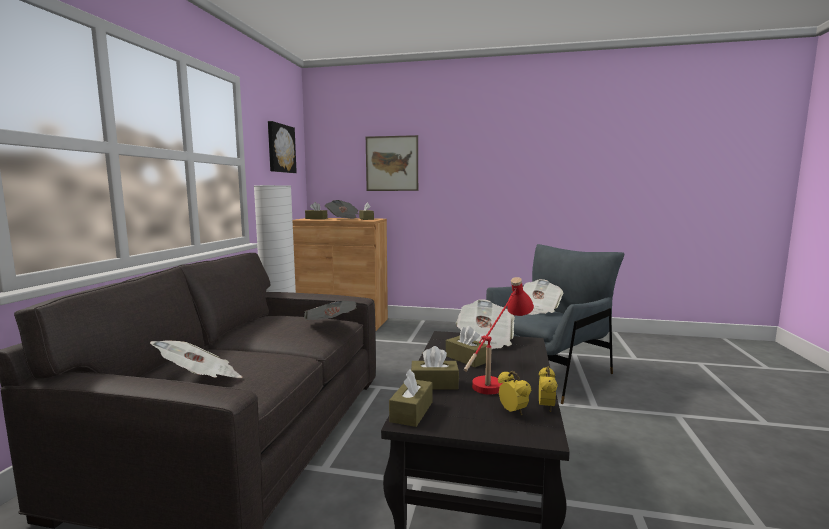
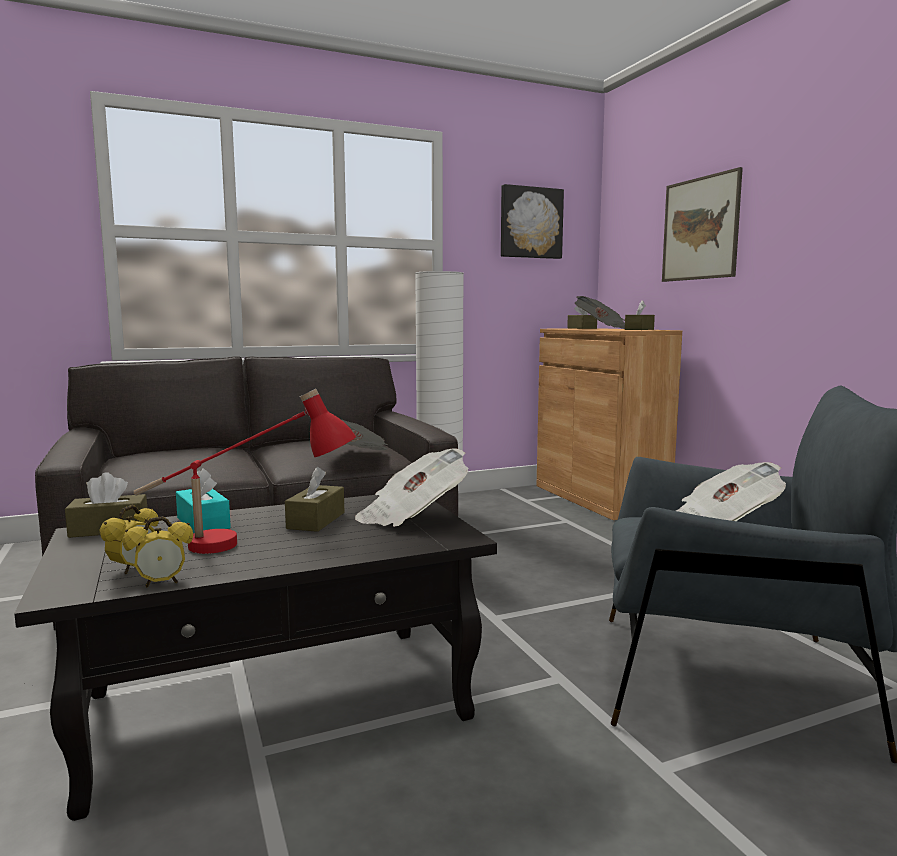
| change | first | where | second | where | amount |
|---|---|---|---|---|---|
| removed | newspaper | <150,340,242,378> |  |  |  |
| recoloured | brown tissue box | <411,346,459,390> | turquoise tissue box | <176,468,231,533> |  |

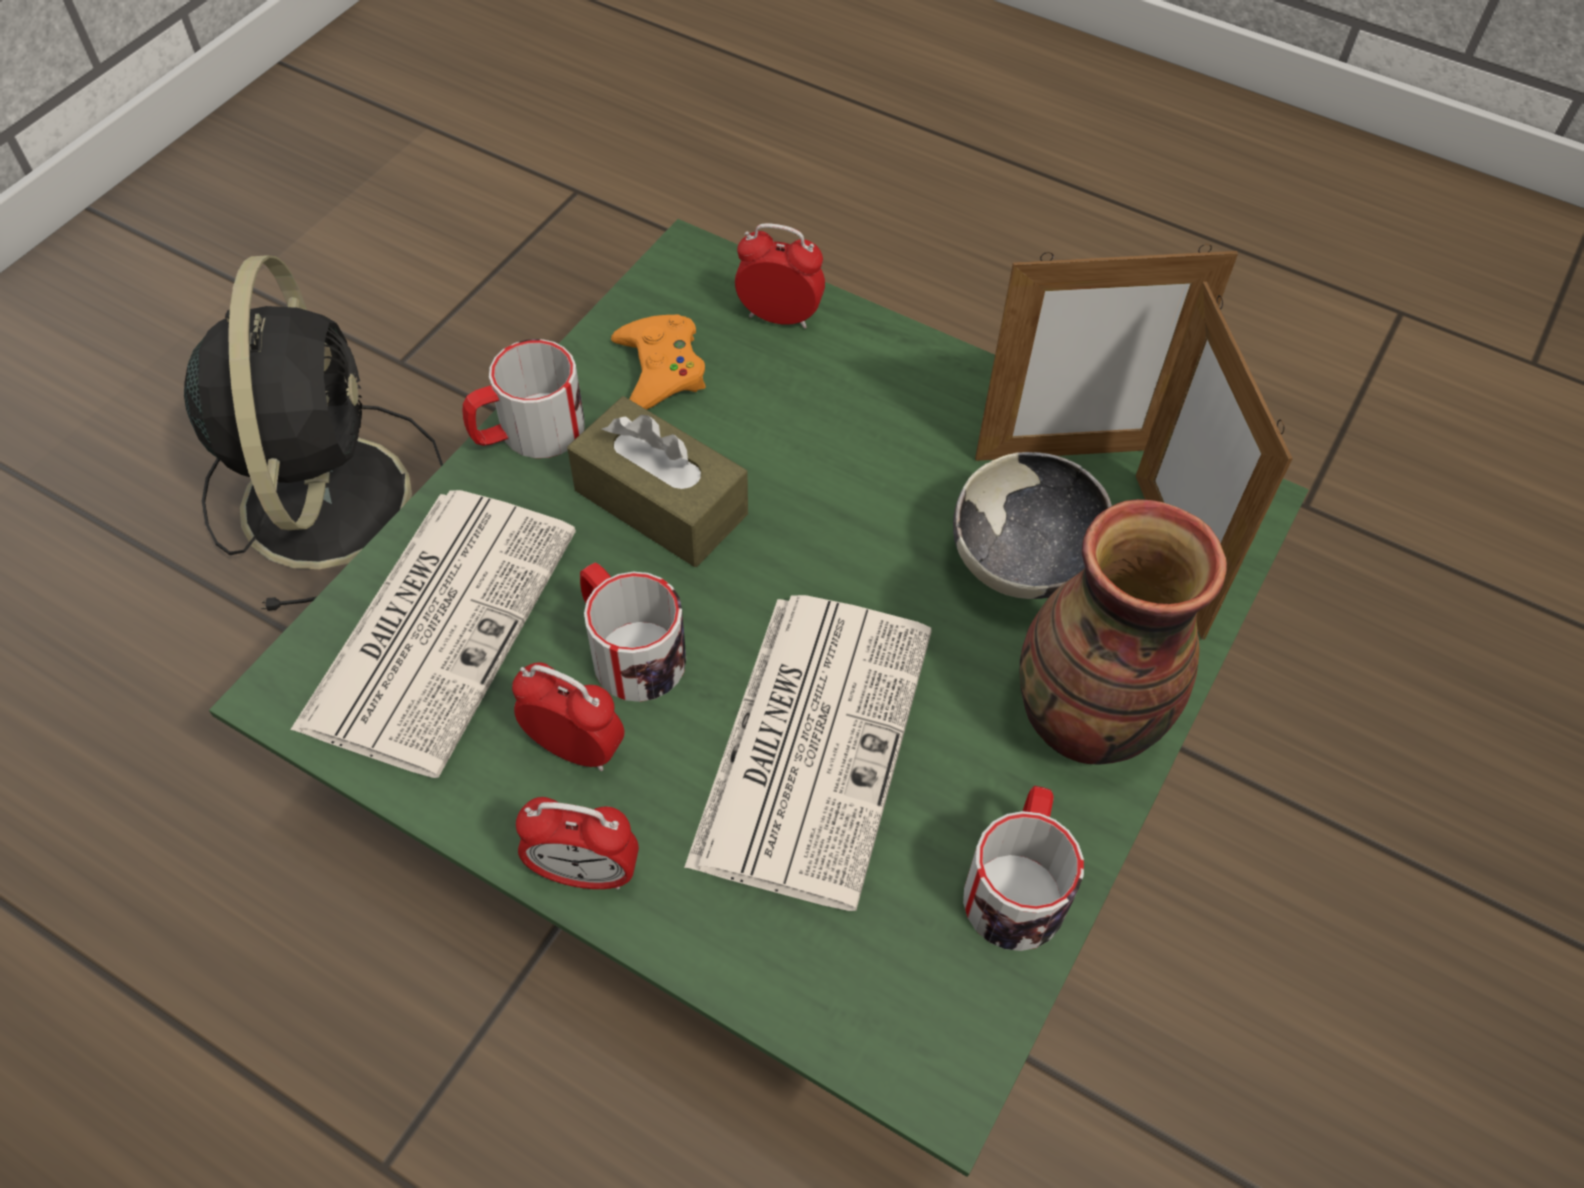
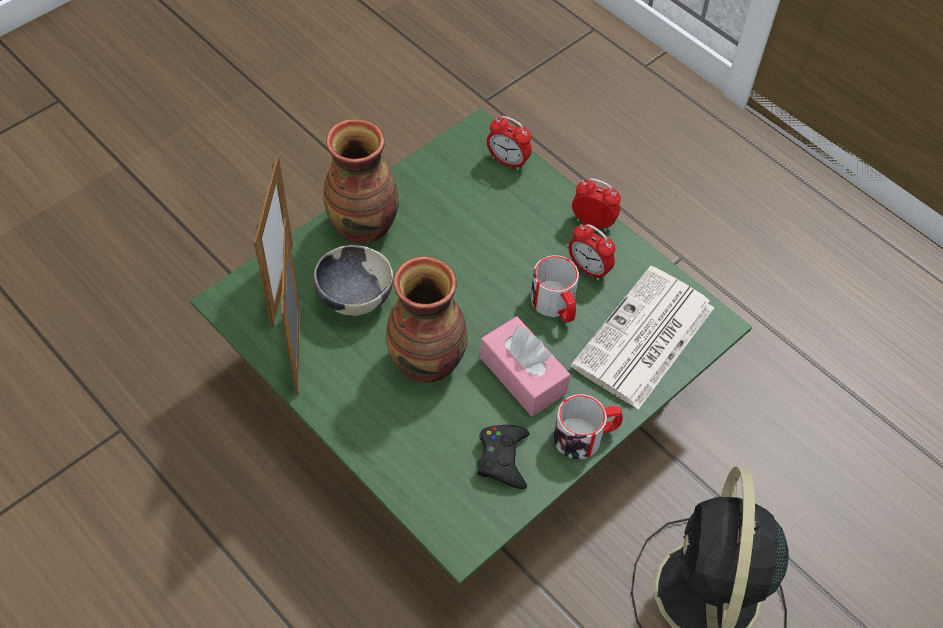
| change | first | where | second | where | amount |
|---|---|---|---|---|---|
| recoloured | brown tissue box | <567,396,748,567> | pink tissue box | <480,316,570,416> |  |
| recoloured | orange game controller | <611,314,706,410> | black game controller | <477,425,530,489> |  |
| removed | newspaper | <684,595,932,911> |  |  |  |
| moved | alarm clock | <735,223,825,329> |  | <487,116,532,170> |  |
| removed | mug | <963,786,1084,951> |  |  |  |
| turned | picture frame | <975,244,1238,461> |  | <281,218,300,395> | 105 degrees counterclockwise |
| added |  |  | vase | <386,257,468,383> |  |

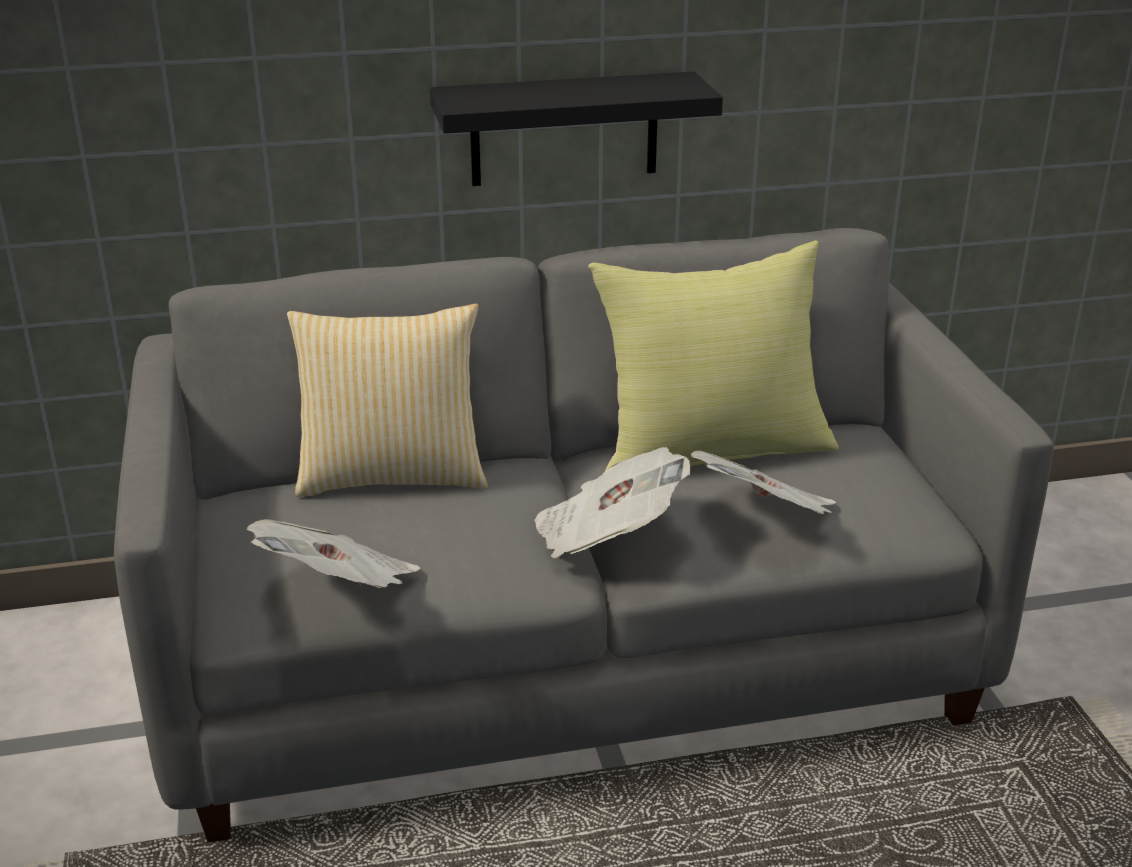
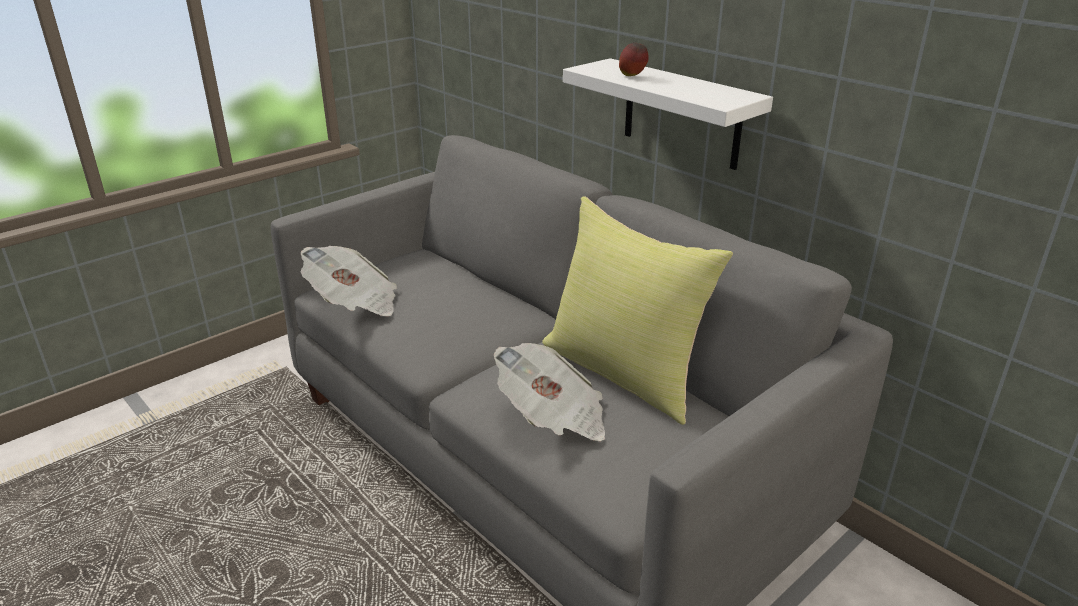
| change | first | where | second | where | amount |
|---|---|---|---|---|---|
| removed | pillow | <287,304,488,497> |  |  |  |
| recoloured | black shelf | <430,72,723,186> | white shelf | <563,58,773,170> |  |
| removed | newspaper | <534,447,691,559> |  |  |  |
| added |  |  | apple | <619,42,648,76> |  |

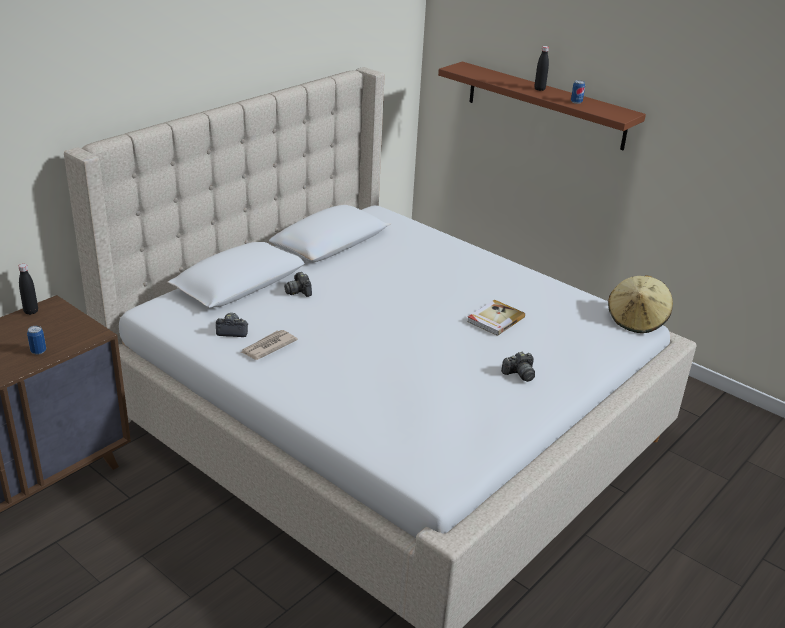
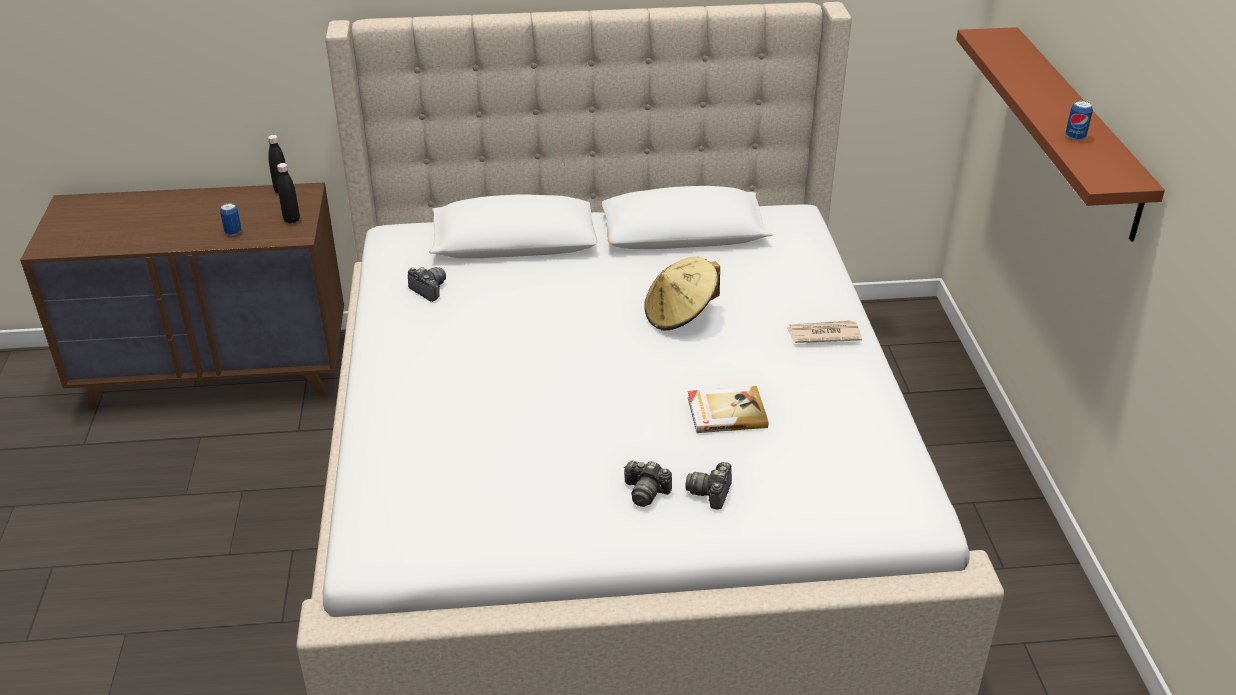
| change | first | where | second | where | amount |
|---|---|---|---|---|---|
| moved | newspaper | <241,330,298,360> |  | <787,320,862,343> |  |
| moved | photo camera | <284,272,312,297> |  | <685,462,732,510> |  |
| moved | black bottle | <534,46,549,91> |  | <277,163,300,223> |  |
| moved | beige hat | <608,275,673,333> |  | <644,257,720,330> |  |

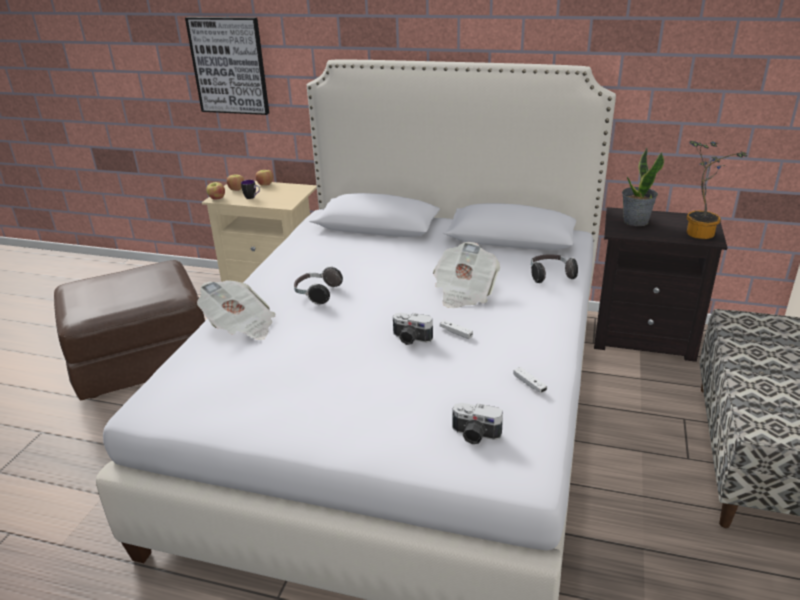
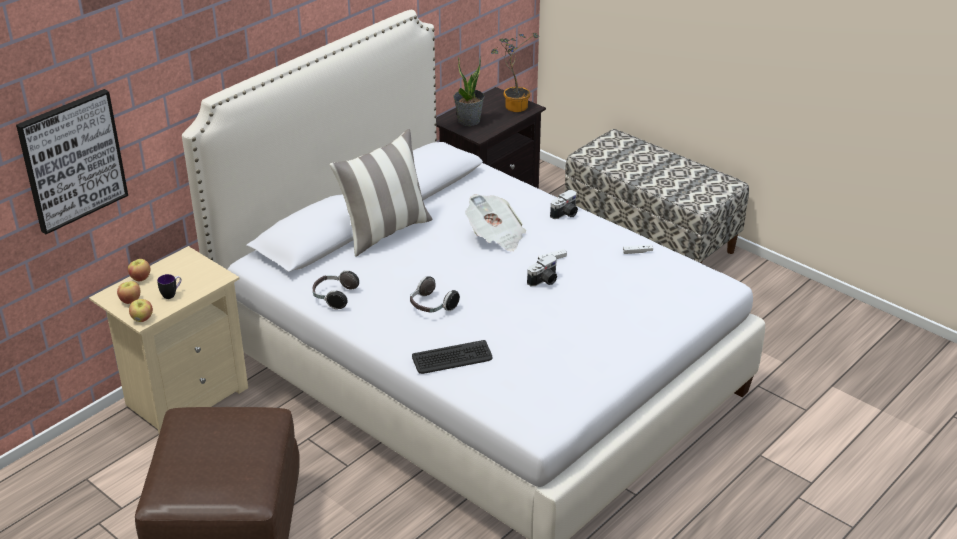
| change | first | where | second | where | amount |
|---|---|---|---|---|---|
| replaced | newspaper | <197,280,275,340> | keyboard | <412,340,492,374> |  |
| moved | photo camera | <452,403,503,444> |  | <550,190,578,219> |  |
| moved | headphones | <531,254,578,283> |  | <313,270,359,310> |  |
| added |  |  | pillow | <330,129,433,257> |  |

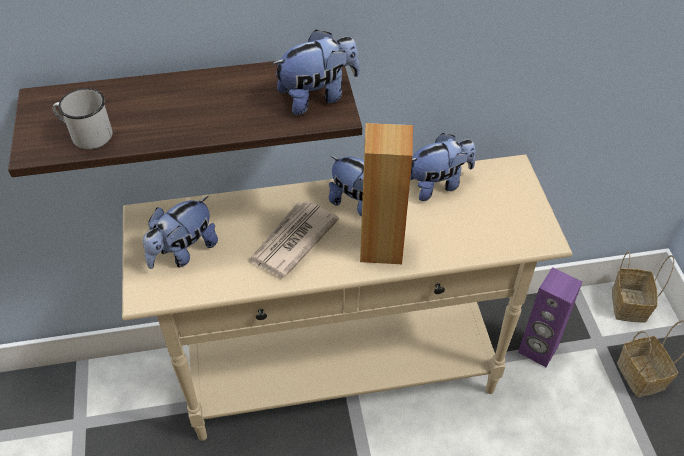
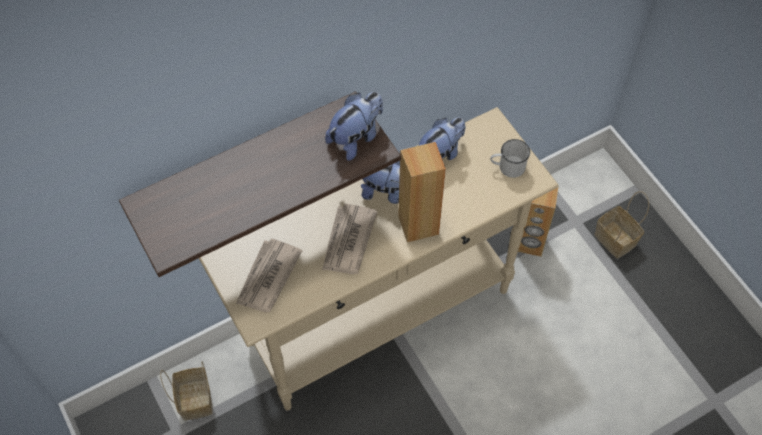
| change | first | where | second | where | amount |
|---|---|---|---|---|---|
| moved | white mug | <52,88,112,149> |  | <490,139,530,178> |  |
| replaced | plush toy | <143,196,218,269> | newspaper | <236,239,302,312> |  |
| recoloured | purple speaker | <518,267,582,367> | brown speaker | <518,188,558,257> |  |
| moved | basket | <612,251,674,323> |  | <160,362,213,421> |  |

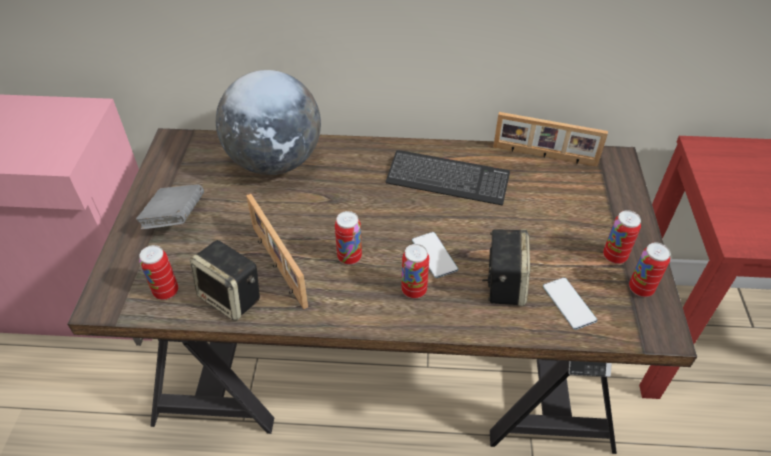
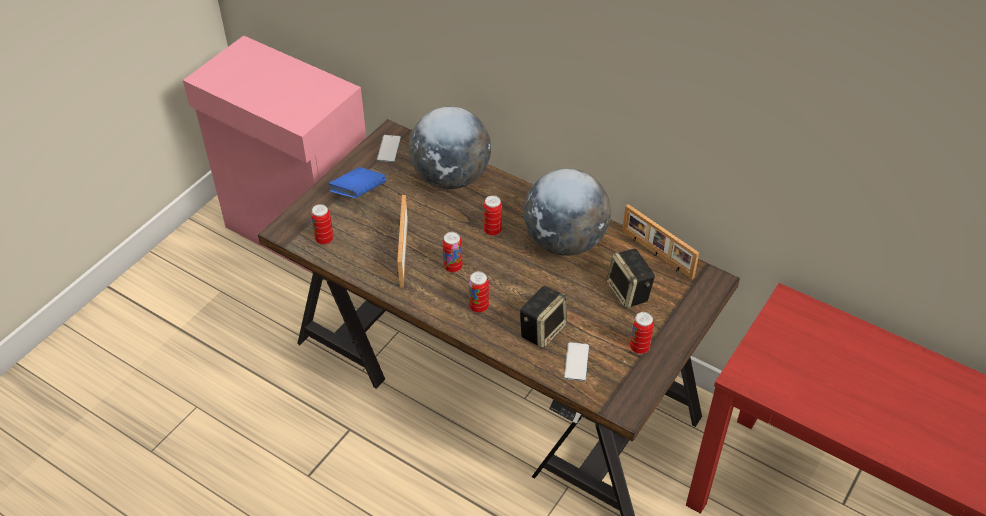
| change | first | where | second | where | amount |
|---|---|---|---|---|---|
| recoloured | grey book | <136,185,204,229> | blue book | <328,167,386,198> |  |
| moved | speaker | <190,240,260,321> |  | <606,249,655,309> |  |
| replaced | keyboard | <386,150,510,206> | globe | <524,168,611,256> |  |
| moved | phone | <412,232,458,278> |  | <377,135,401,162> |  |
| moved | can | <629,242,671,297> |  | <483,195,502,236> |  |

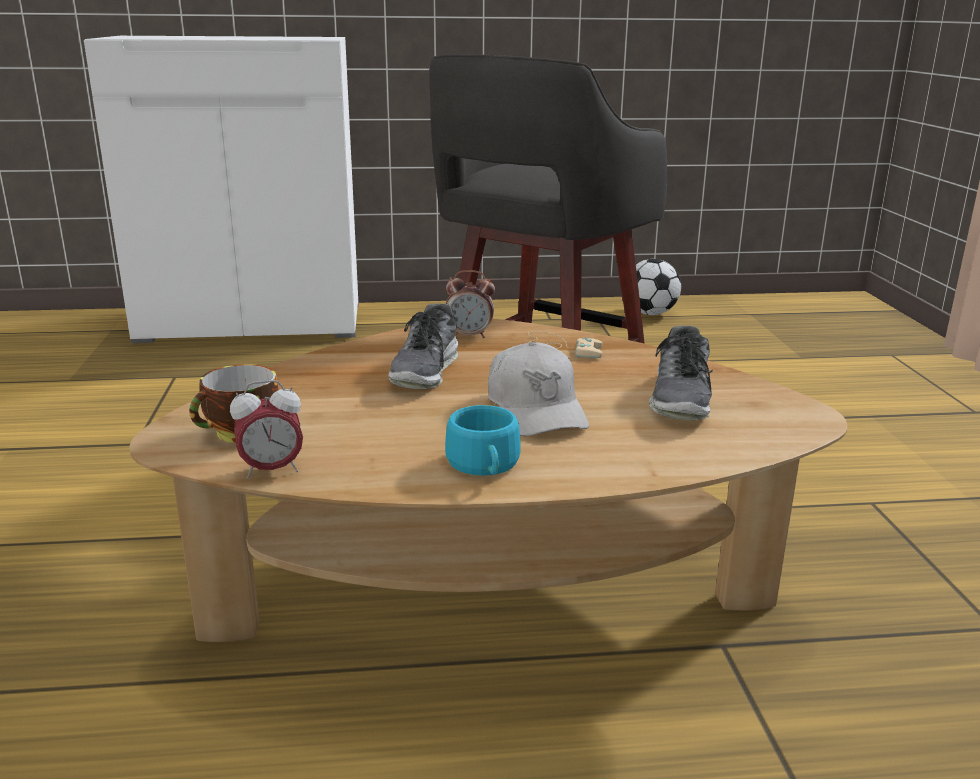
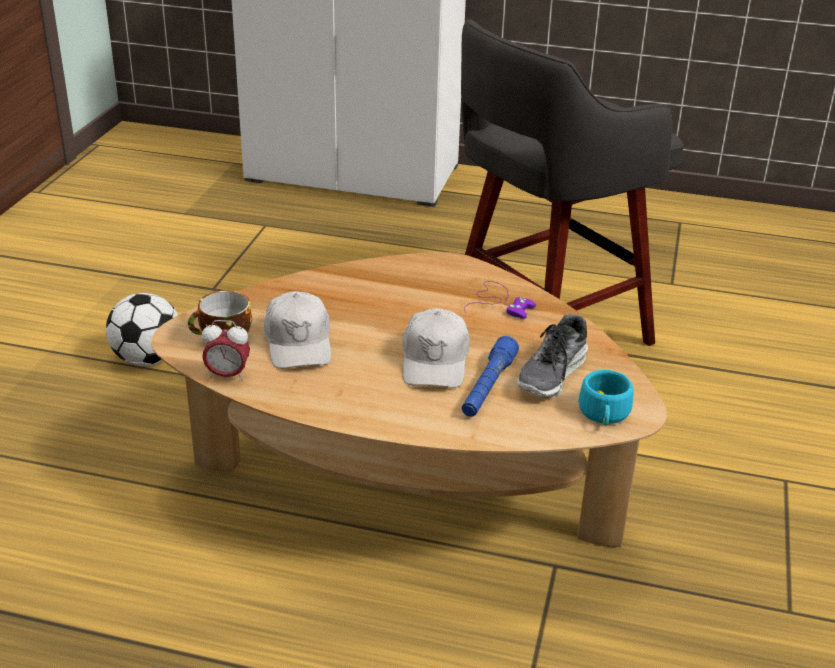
| change | first | where | second | where | amount |
|---|---|---|---|---|---|
| removed | shoe | <389,303,458,389> |  |  |  |
| moved | turquoise cup | <445,405,521,476> |  | <578,370,633,426> |  |
| removed | alarm clock | <446,270,495,338> |  |  |  |
| recoloured | beige game controller | <528,332,603,358> | purple game controller | <464,281,536,319> |  |
| moved | football | <636,259,681,315> |  | <106,293,178,366> |  |
| added |  |  | white cap | <264,291,331,369> |  |
| added |  |  | blue flashlight | <462,336,519,417> |  |

